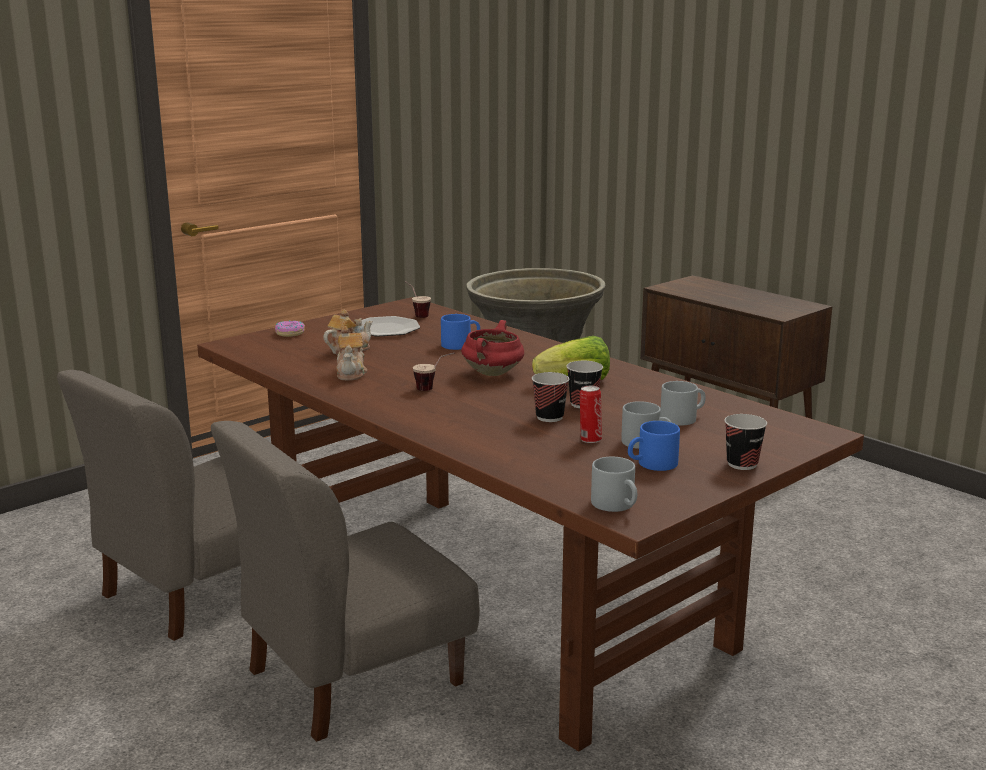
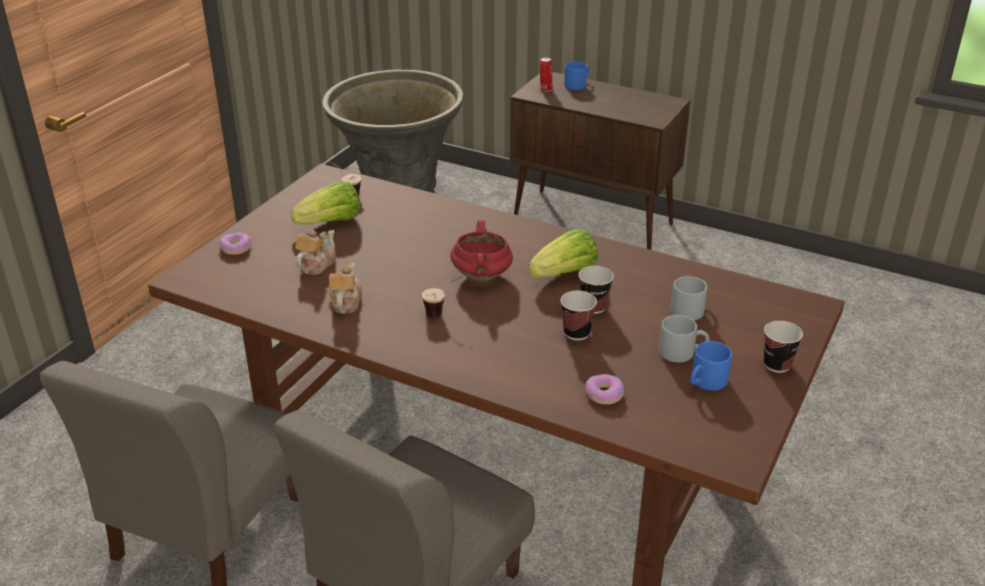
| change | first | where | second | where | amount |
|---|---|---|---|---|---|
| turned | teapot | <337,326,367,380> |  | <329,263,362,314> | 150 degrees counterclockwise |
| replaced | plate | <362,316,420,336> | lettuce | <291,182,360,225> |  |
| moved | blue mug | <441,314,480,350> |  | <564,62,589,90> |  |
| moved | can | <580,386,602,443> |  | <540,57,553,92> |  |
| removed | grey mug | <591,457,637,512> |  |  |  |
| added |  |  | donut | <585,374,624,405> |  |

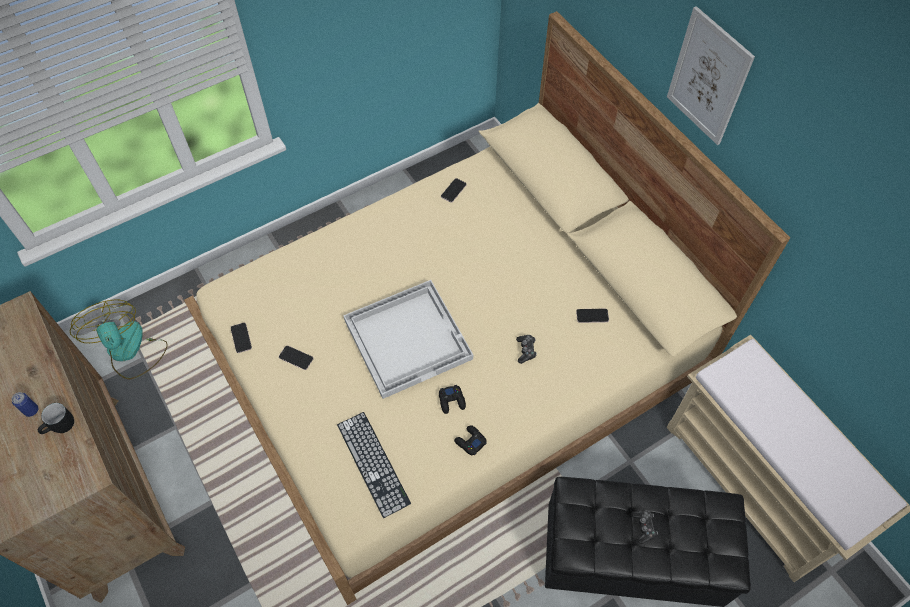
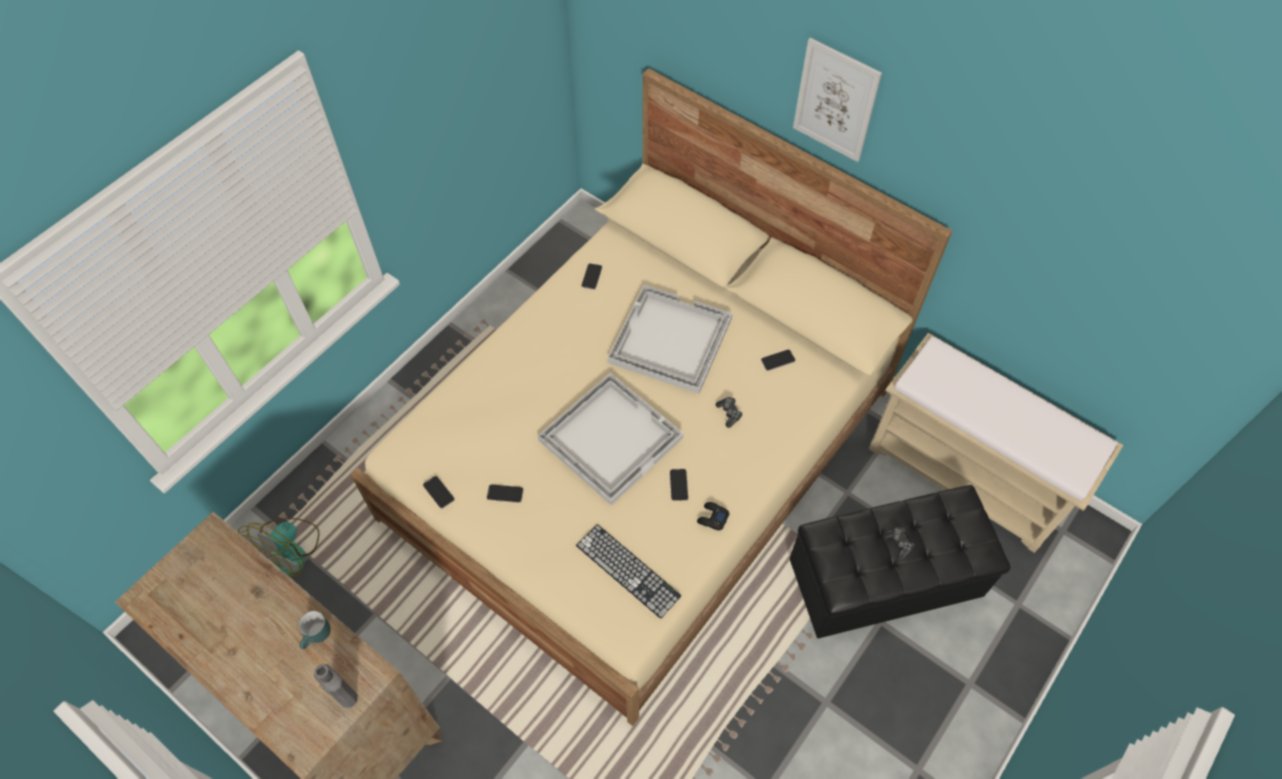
| change | first | where | second | where | amount |
|---|---|---|---|---|---|
| removed | can | <12,392,38,417> |  |  |  |
| recoloured | black mug | <38,403,74,434> | turquoise mug | <299,611,331,649> |  |
| turned | fan | <70,299,167,379> |  | <238,517,319,578> | 105 degrees counterclockwise |
| replaced | black game controller | <439,385,466,414> | phone | <670,469,688,501> |  |
| added |  |  | grey bottle | <314,664,358,708> |  |
| added |  |  | white tray | <607,285,733,394> |  |

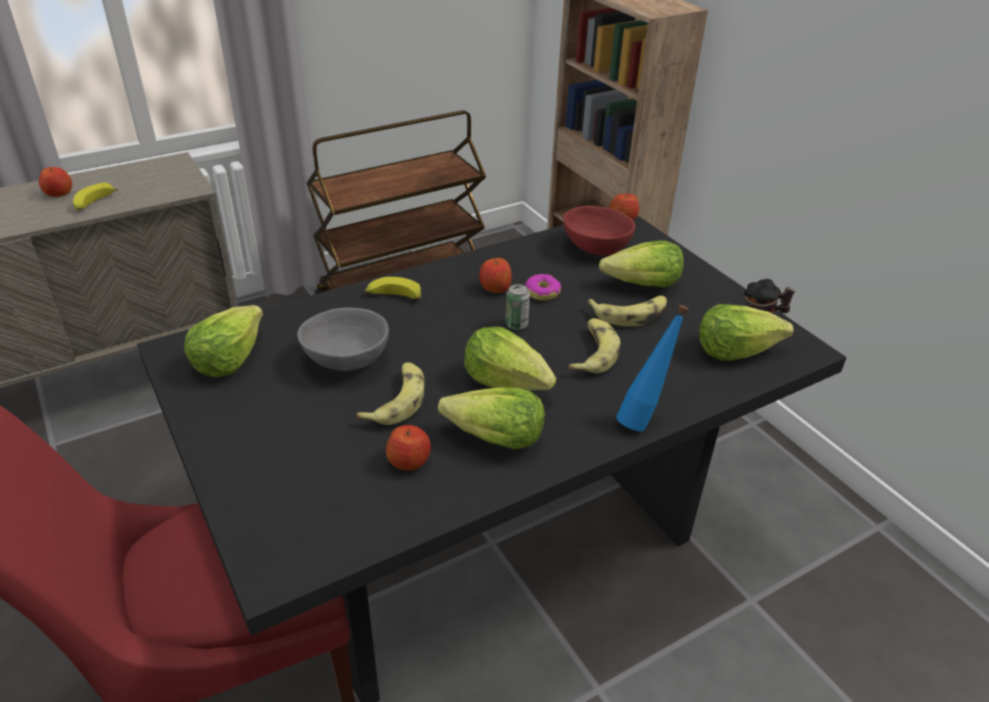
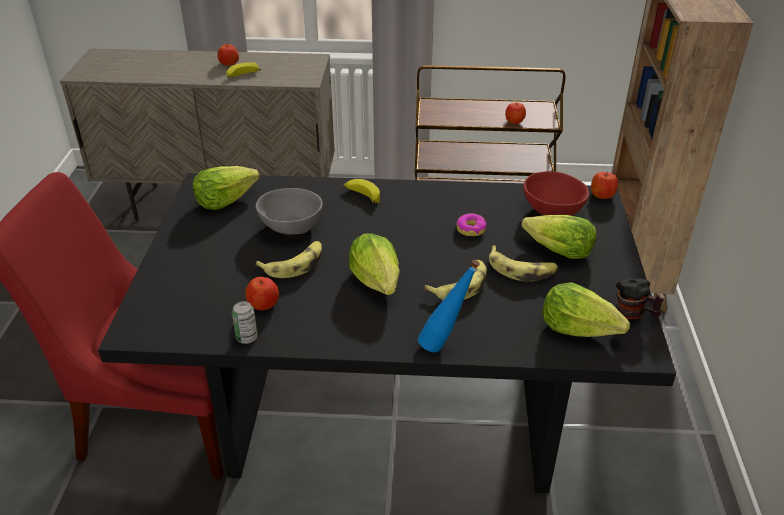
| change | first | where | second | where | amount |
|---|---|---|---|---|---|
| removed | lettuce | <438,387,545,450> |  |  |  |
| moved | apple | <479,258,512,293> |  | <505,103,526,124> |  |
| moved | can | <505,284,530,330> |  | <232,301,258,344> |  |

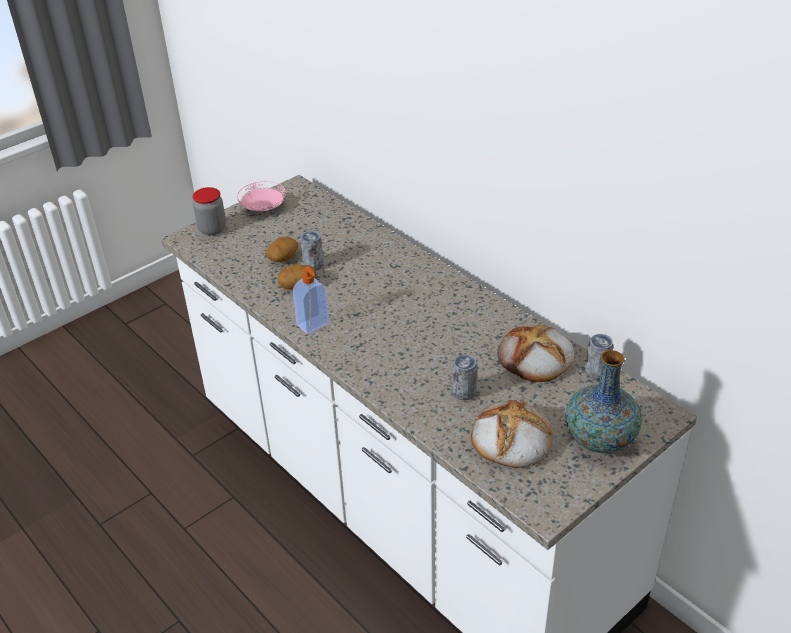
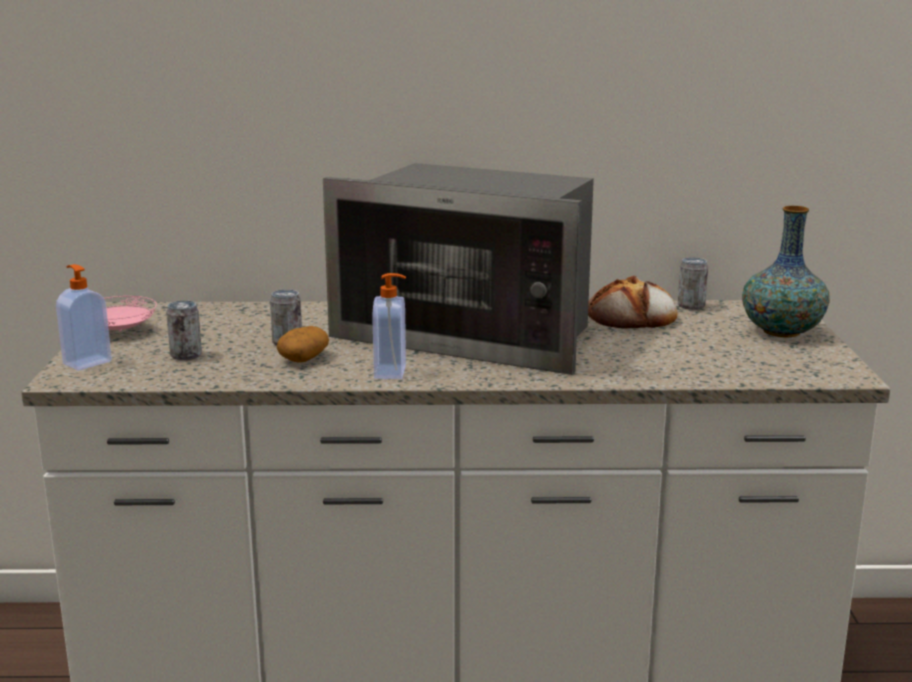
| change | first | where | second | where | amount |
|---|---|---|---|---|---|
| replaced | jar | <192,187,226,235> | soap dispenser | <56,264,112,370> |  |
| removed | potato | <265,237,298,262> |  |  |  |
| moved | can | <452,355,477,400> |  | <166,300,202,360> |  |
| removed | bread | <471,400,553,468> |  |  |  |
| added |  |  | microwave | <323,163,594,375> |  |

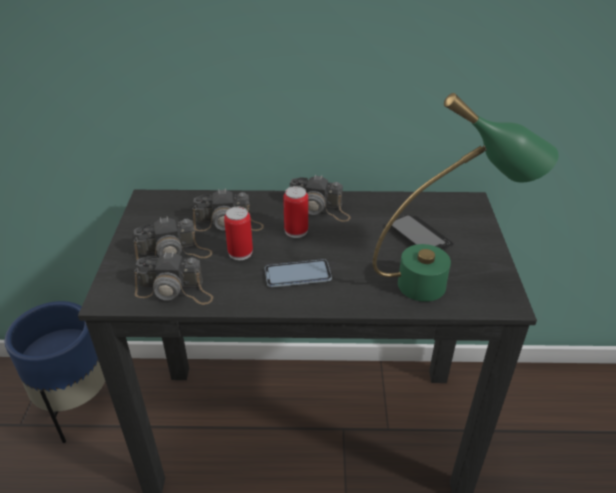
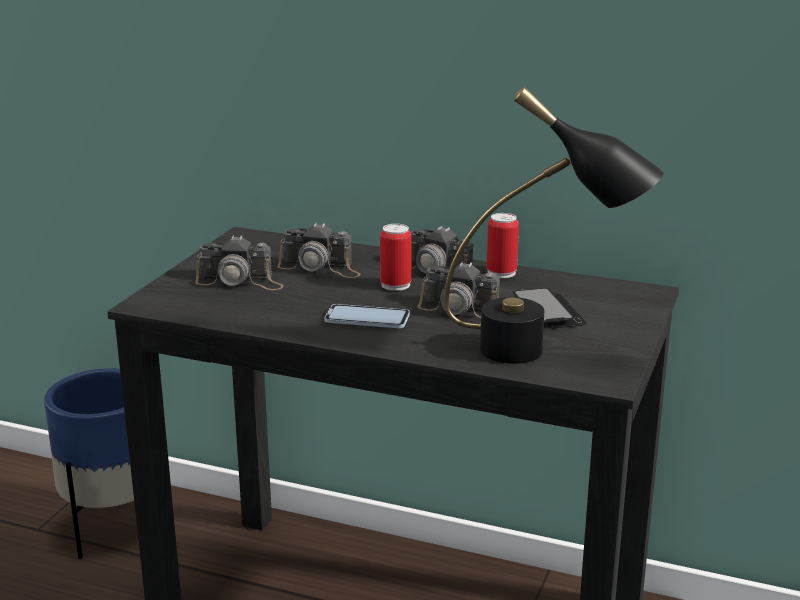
| change | first | where | second | where | amount |
|---|---|---|---|---|---|
| moved | photo camera | <134,252,213,305> |  | <418,262,500,318> |  |
| moved | can | <224,207,253,260> |  | <487,213,519,278> |  |
| recoloured | green table lamp | <373,93,559,302> | black table lamp | <444,87,664,364> |  |

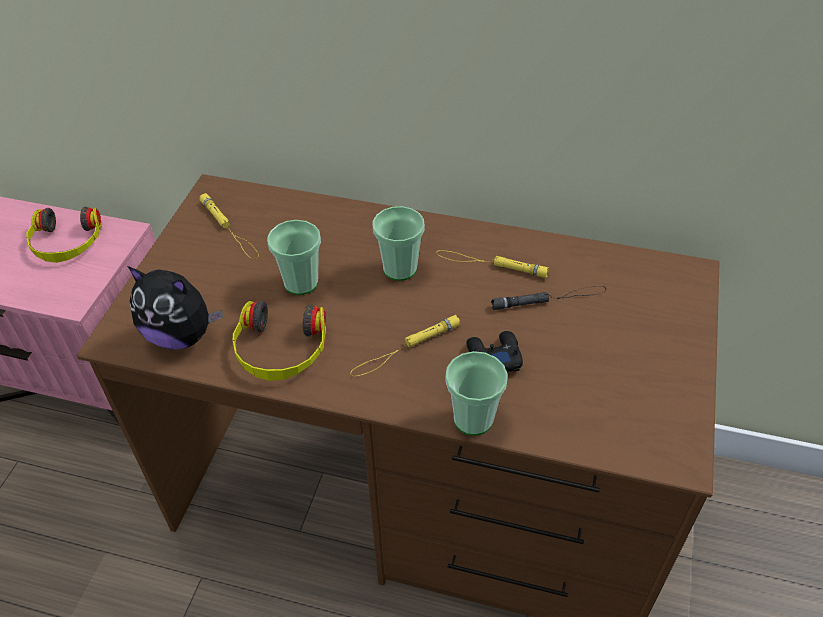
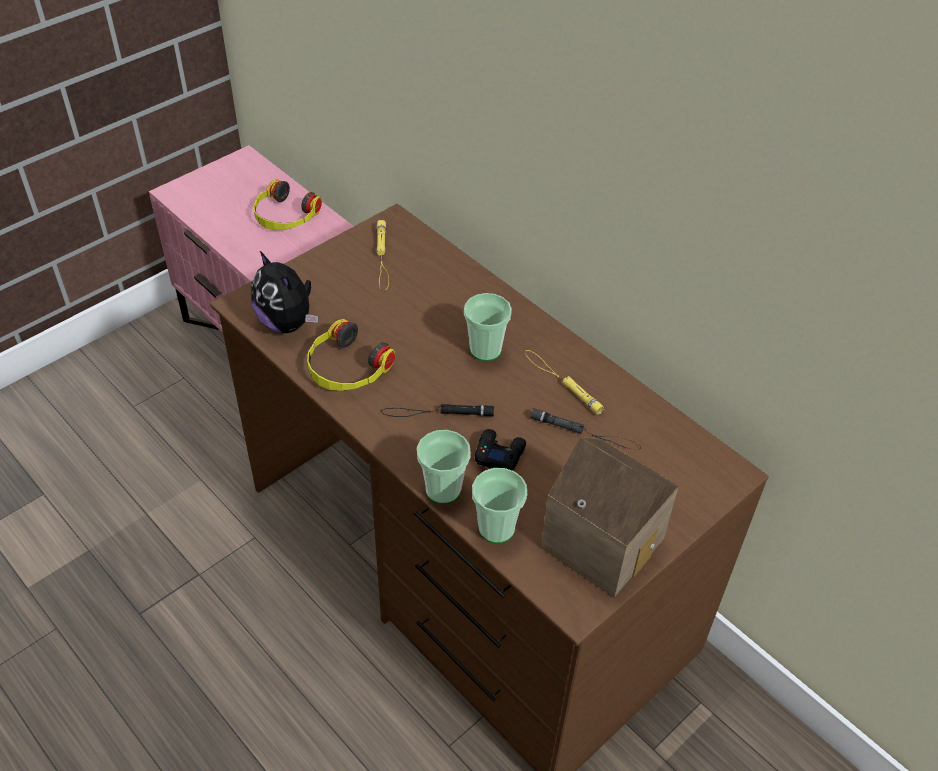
| change | first | where | second | where | amount |
|---|---|---|---|---|---|
| moved | cup | <267,220,321,295> |  | <472,468,527,544> |  |
| recoloured | yellow flashlight | <350,315,461,376> | black flashlight | <381,404,494,417> |  |
| added |  |  | toy house | <541,437,679,598> |  |

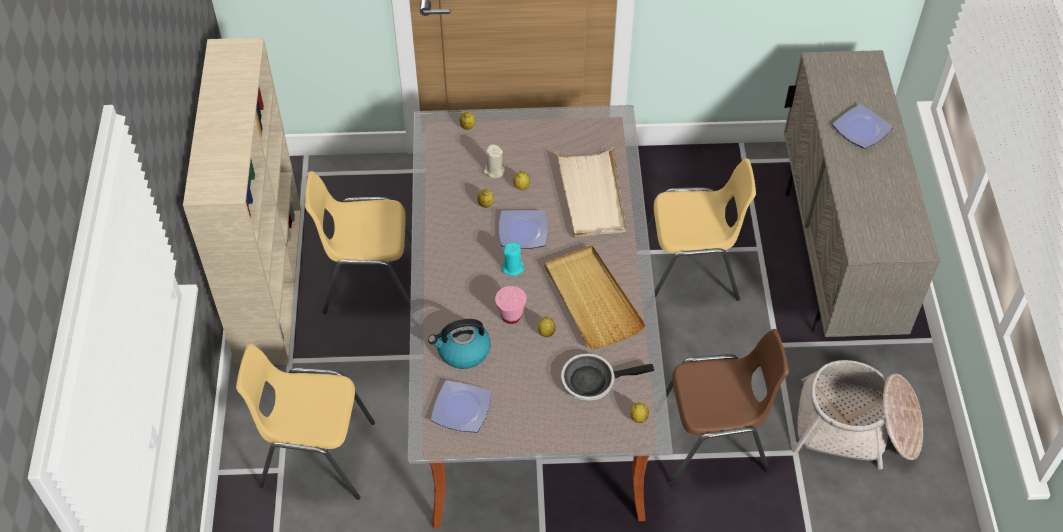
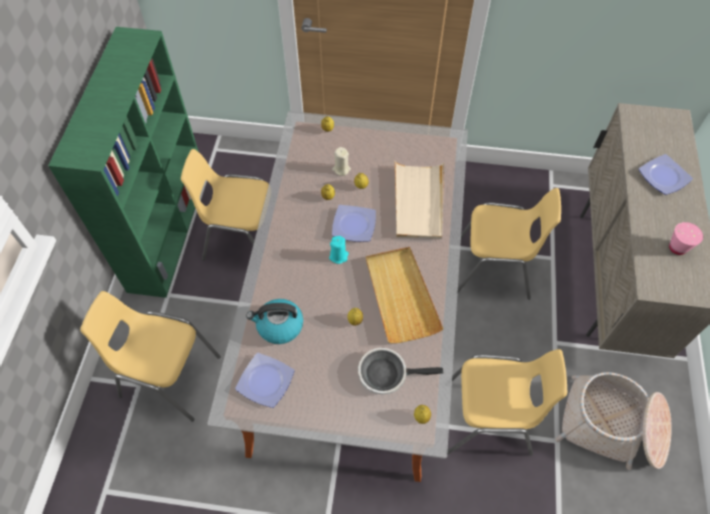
| change | first | where | second | where | amount |
|---|---|---|---|---|---|
| recoloured | beige bookcase | <183,38,301,366> | green bookcase | <48,27,199,298> |  |
| moved | pink cup | <495,286,527,324> |  | <669,222,703,255> |  |
| recoloured | brown chair | <666,329,789,486> | yellow chair | <447,349,567,456> |  |

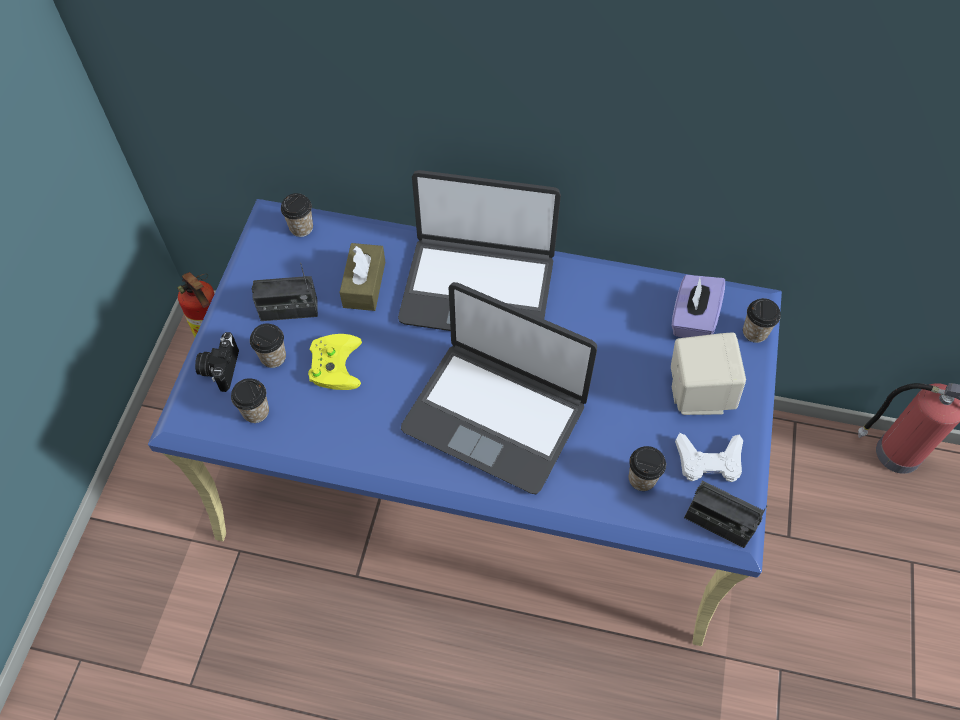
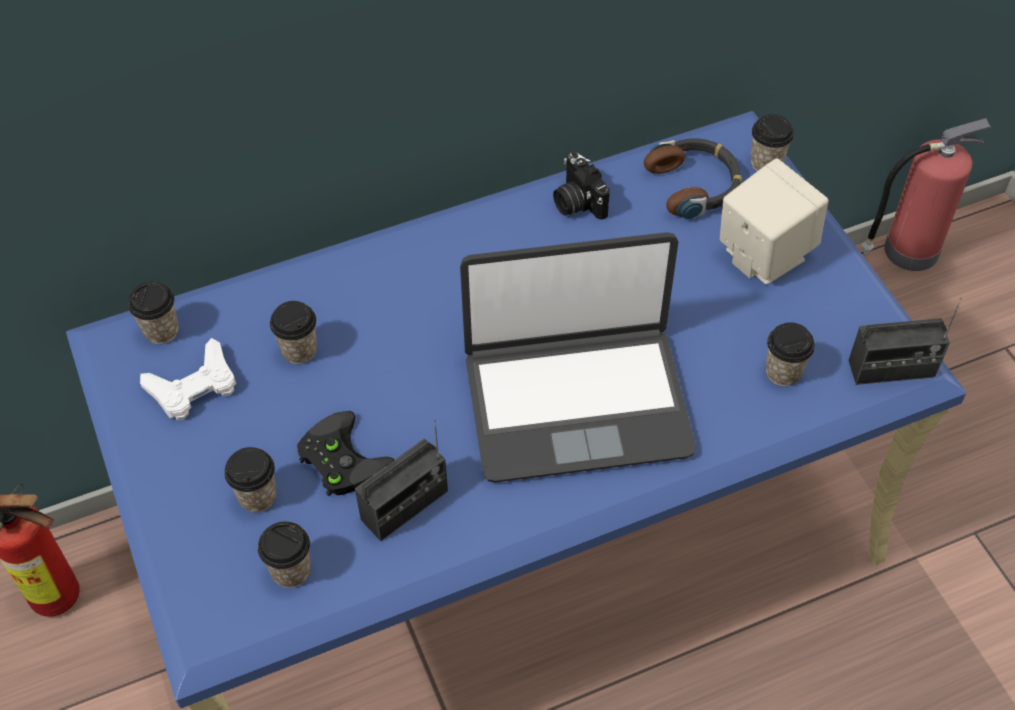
| change | first | where | second | where | amount |
|---|---|---|---|---|---|
| moved | photo camera | <195,332,239,392> |  | <553,152,610,220> |  |
| moved | radio | <252,263,318,321> |  | <355,419,448,541> |  |
| recoloured | yellow game controller | <308,334,362,390> | black game controller | <297,411,394,496> |  |
| replaced | brown tissue box | <340,243,385,311> | cup | <270,301,317,364> |  |
| removed | laptop | <398,170,561,331> |  |  |  |
| replaced | purple tissue box | <672,275,725,338> | headphones | <644,138,742,219> |  |
| moved | white game controller | <675,433,743,482> |  | <140,338,236,420> |  |

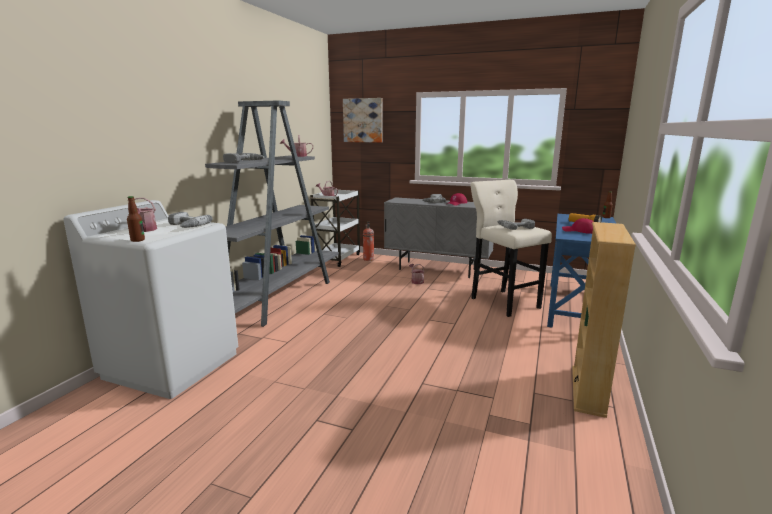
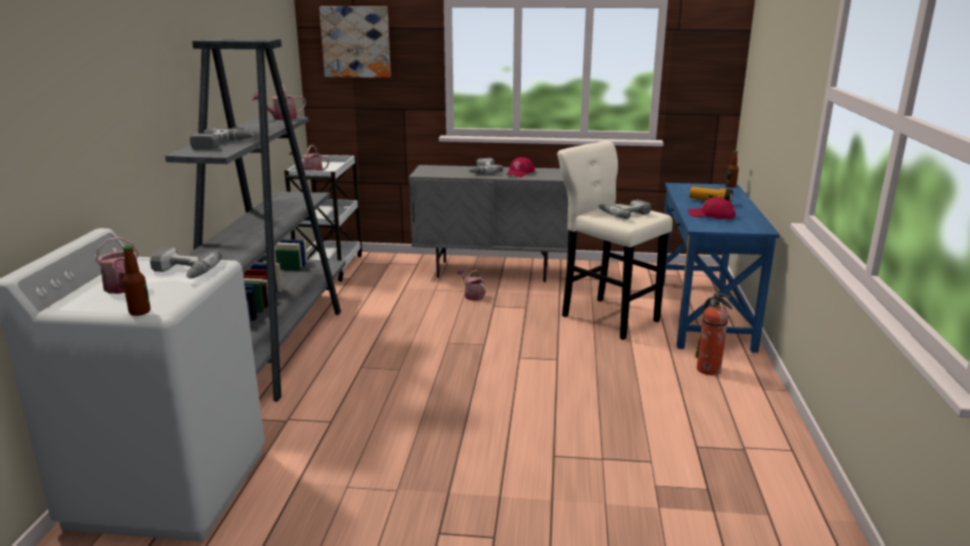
| change | first | where | second | where | amount |
|---|---|---|---|---|---|
| moved | fire extinguisher | <363,222,374,261> |  | <695,293,732,375> |  |
| removed | beige bookcase | <572,222,636,418> |  |  |  |

